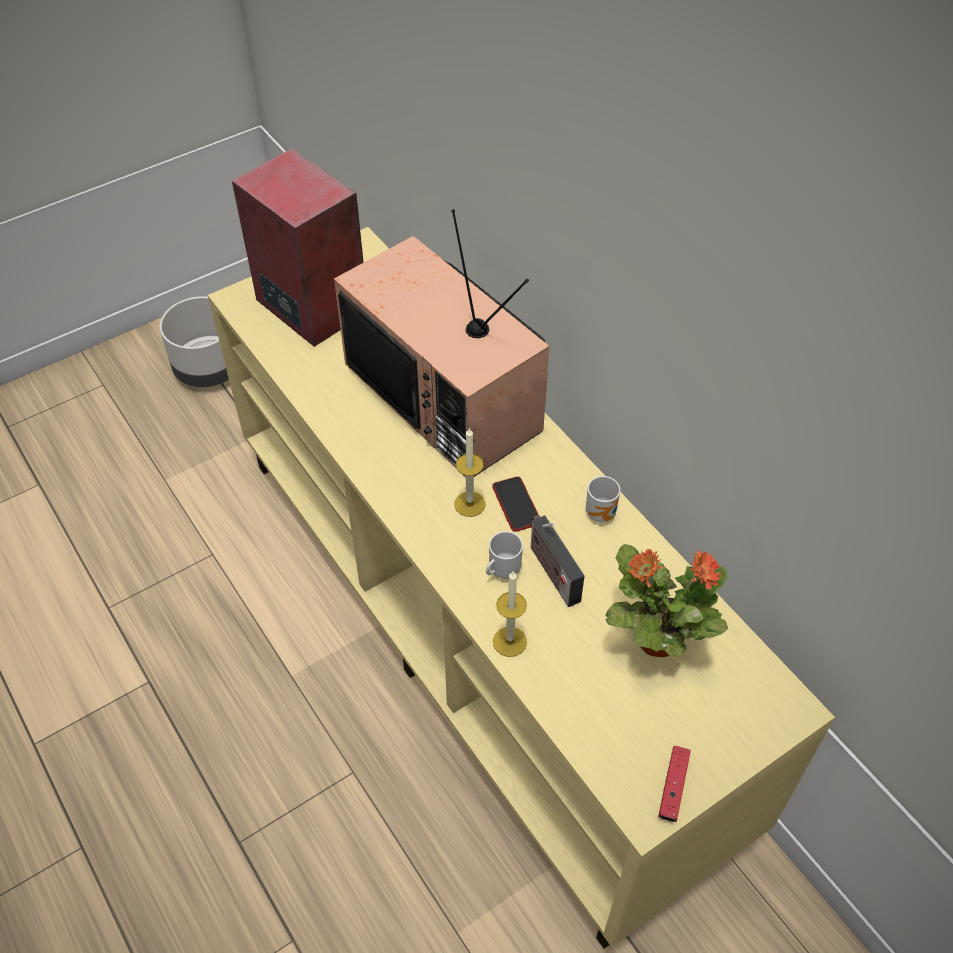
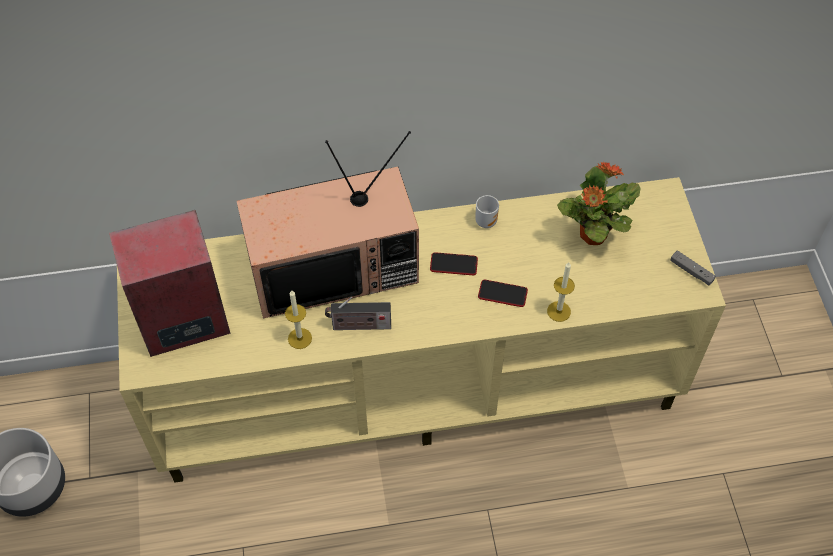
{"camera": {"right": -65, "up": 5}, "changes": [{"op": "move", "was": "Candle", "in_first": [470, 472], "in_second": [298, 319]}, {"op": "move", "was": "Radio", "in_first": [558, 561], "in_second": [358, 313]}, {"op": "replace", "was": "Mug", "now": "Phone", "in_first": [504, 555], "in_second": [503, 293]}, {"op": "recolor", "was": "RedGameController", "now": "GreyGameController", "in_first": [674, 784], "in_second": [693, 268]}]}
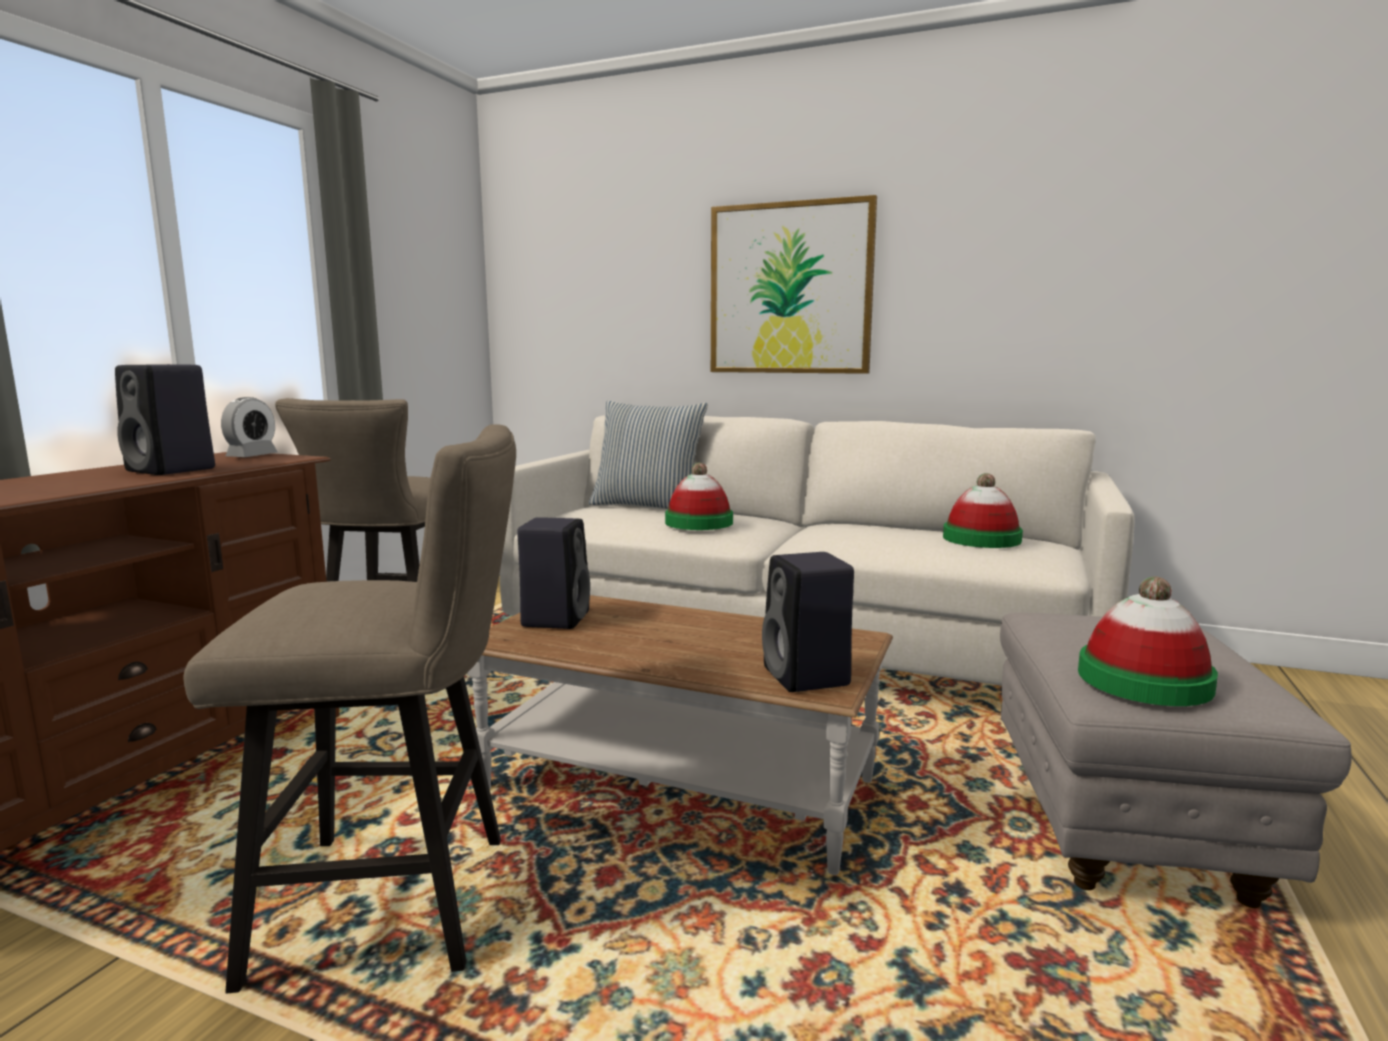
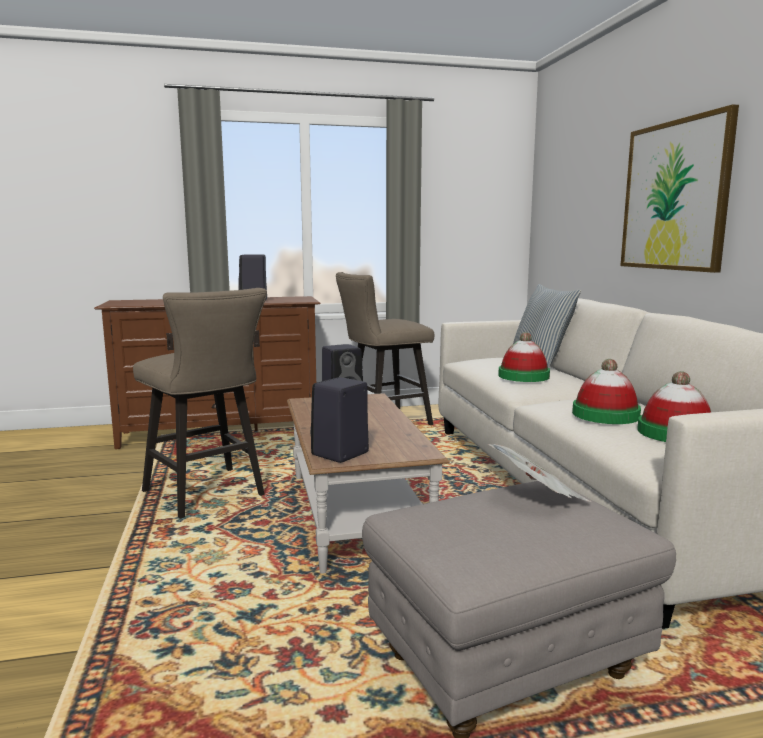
{"camera": {"right": 55, "up": 0}, "changes": [{"op": "delete", "was": "AlarmClock", "in_first": [249, 427]}, {"op": "insert", "now": "Newspaper", "in_second": [539, 473]}, {"op": "move", "was": "Hat", "in_first": [1148, 641], "in_second": [606, 391]}]}
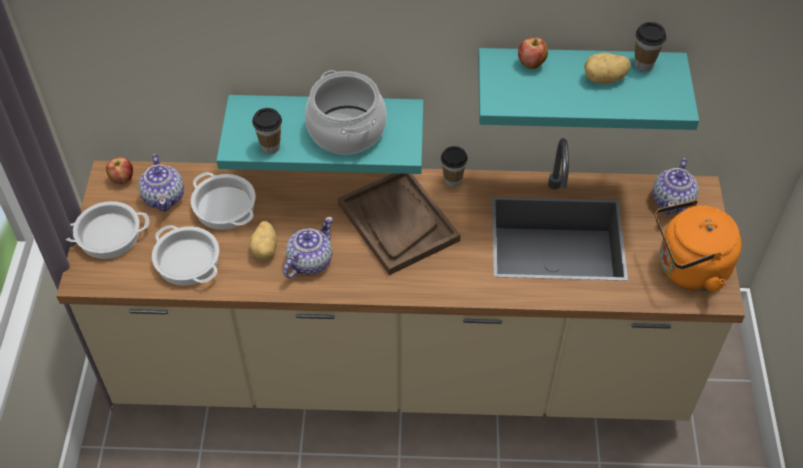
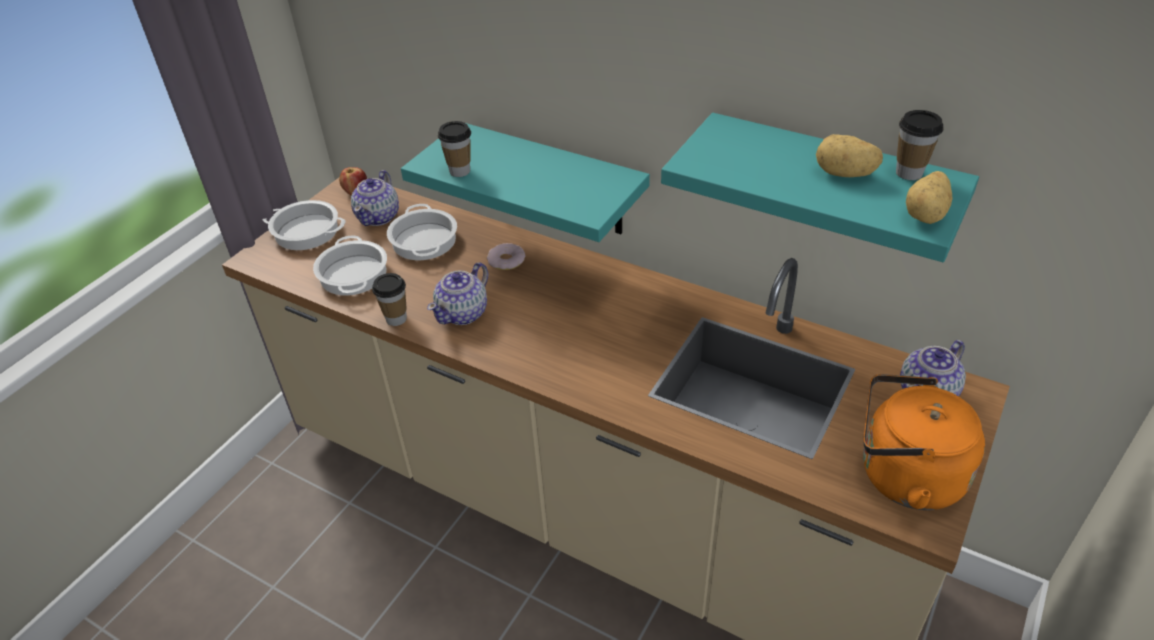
{"camera": {"right": 30, "up": -10}, "changes": [{"op": "delete", "was": "CookingPot", "in_first": [346, 112]}, {"op": "delete", "was": "BrownTray", "in_first": [399, 224]}, {"op": "delete", "was": "Apple", "in_first": [533, 53]}, {"op": "insert", "now": "Donut", "in_second": [506, 256]}, {"op": "move", "was": "Potato", "in_first": [263, 240], "in_second": [929, 197]}, {"op": "move", "was": "Cup", "in_first": [454, 166], "in_second": [389, 299]}, {"op": "rotate", "was": "Teapot", "in_first": [308, 247], "in_second": [457, 293], "clockwise": 150}]}
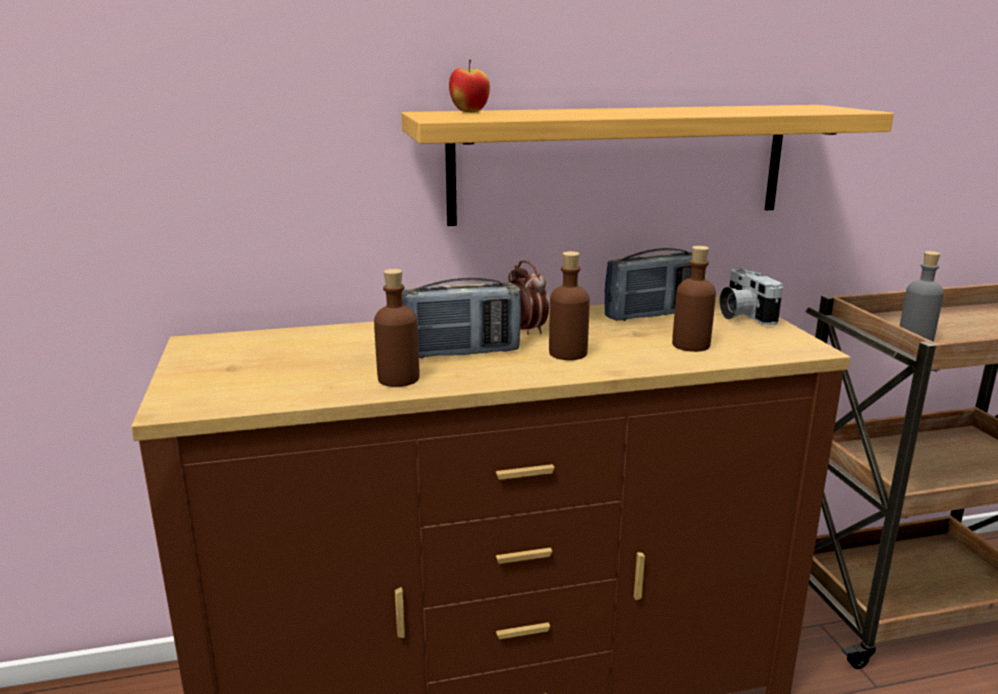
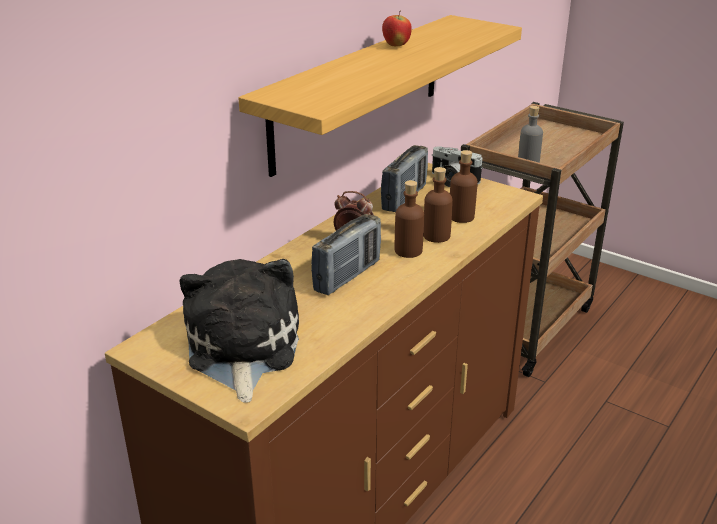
{"camera": {"right": -40, "up": 10}, "changes": [{"op": "insert", "now": "PlushToy", "in_second": [239, 331]}, {"op": "move", "was": "BrownBottle", "in_first": [396, 328], "in_second": [438, 205]}, {"op": "move", "was": "Apple", "in_first": [469, 85], "in_second": [397, 28]}]}
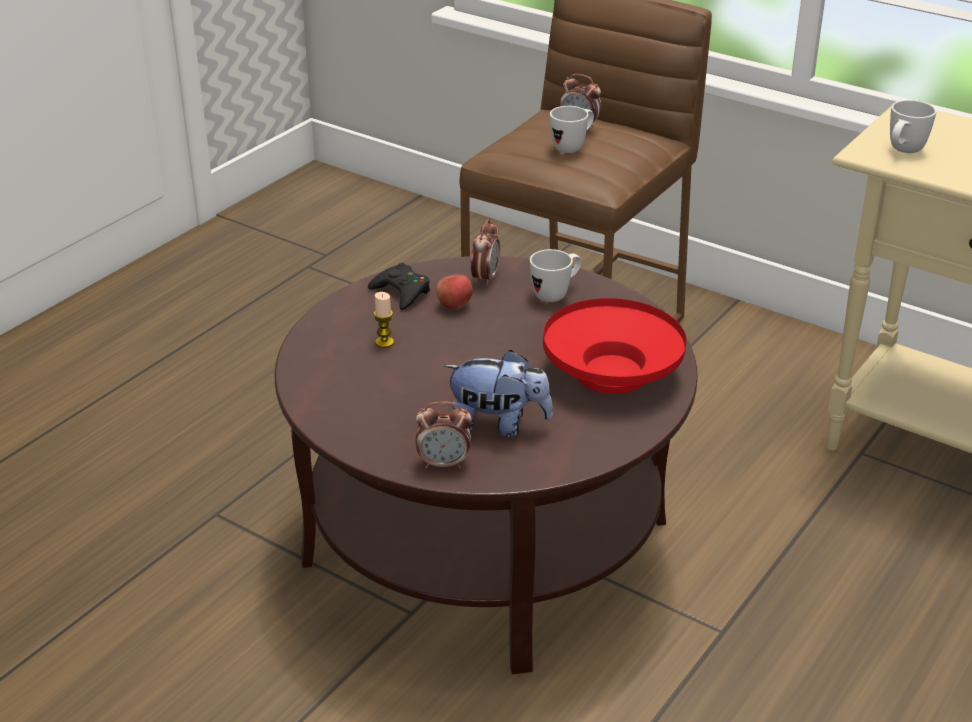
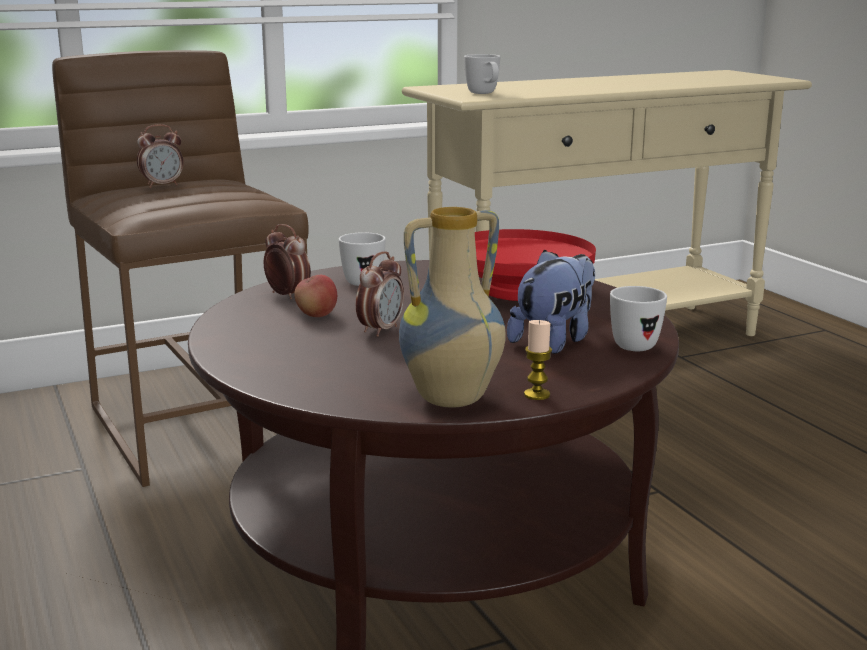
{"camera": {"right": -60, "up": -15}, "changes": [{"op": "delete", "was": "BlackGameController", "in_first": [399, 286]}, {"op": "insert", "now": "Vase", "in_second": [452, 307]}, {"op": "move", "was": "Candle", "in_first": [384, 320], "in_second": [538, 360]}, {"op": "move", "was": "AlarmClock", "in_first": [443, 435], "in_second": [380, 294]}, {"op": "move", "was": "WhiteMug", "in_first": [572, 129], "in_second": [638, 318]}]}
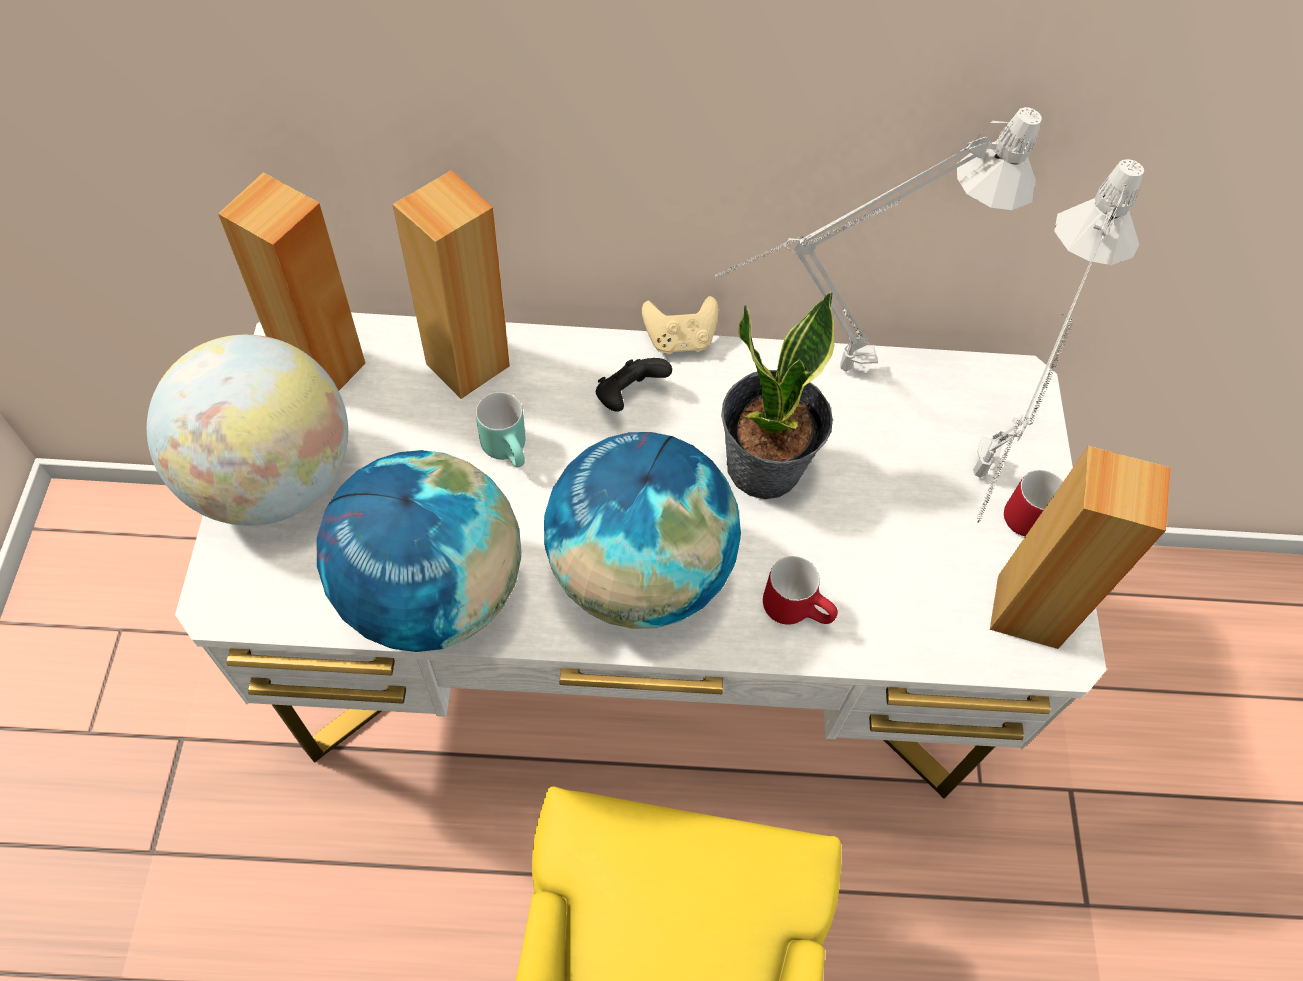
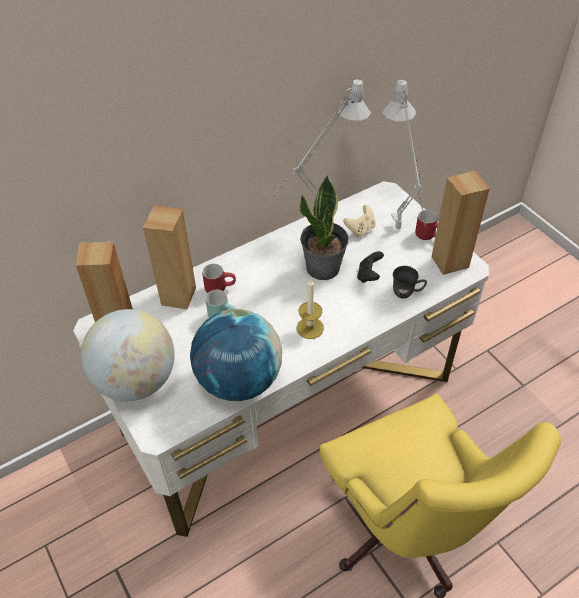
{"camera": {"right": -30, "up": -10}, "changes": [{"op": "insert", "now": "GreyMug", "in_second": [410, 282]}, {"op": "move", "was": "BlackGameController", "in_first": [634, 385], "in_second": [370, 267]}, {"op": "move", "was": "BeigeGameController", "in_first": [680, 325], "in_second": [359, 221]}, {"op": "move", "was": "RedMug", "in_first": [800, 590], "in_second": [219, 278]}, {"op": "replace", "was": "Globe", "now": "Candle", "in_first": [642, 530], "in_second": [310, 309]}]}
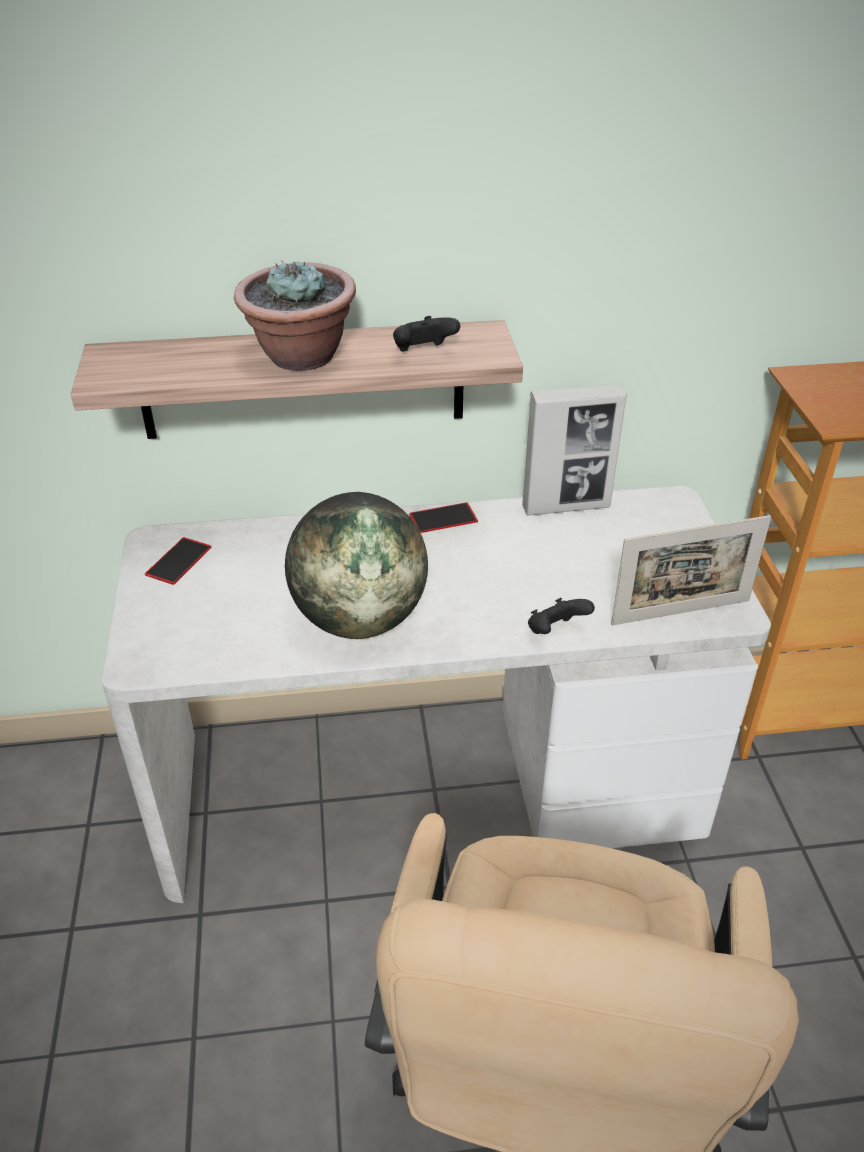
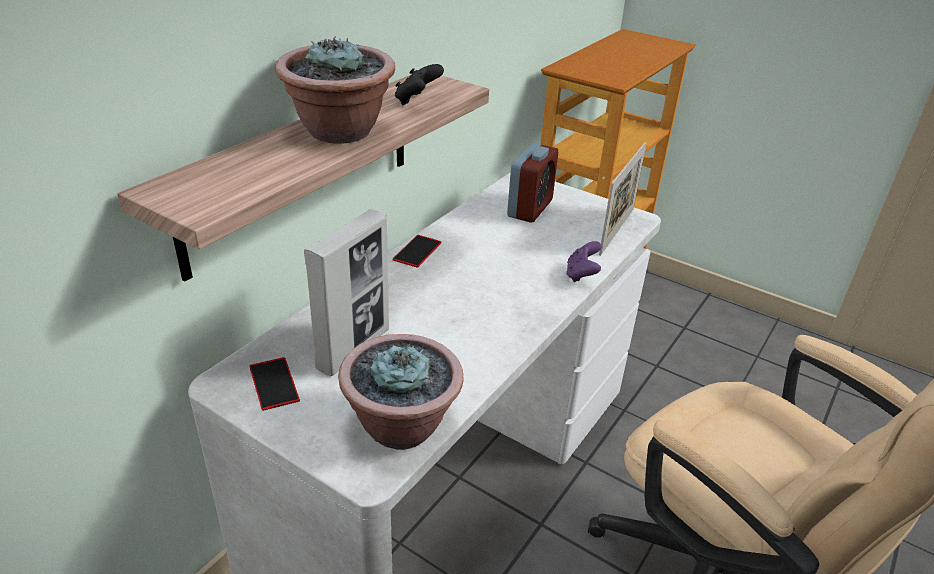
{"camera": {"right": -50, "up": -5}, "changes": [{"op": "delete", "was": "Globe", "in_first": [356, 565]}, {"op": "insert", "now": "PottedPlant", "in_second": [401, 392]}, {"op": "insert", "now": "AlarmClock", "in_second": [532, 183]}, {"op": "move", "was": "PictureFrame", "in_first": [574, 450], "in_second": [346, 292]}, {"op": "recolor", "was": "BlackGameController", "now": "PurpleGameController", "in_first": [561, 616], "in_second": [584, 261]}]}
